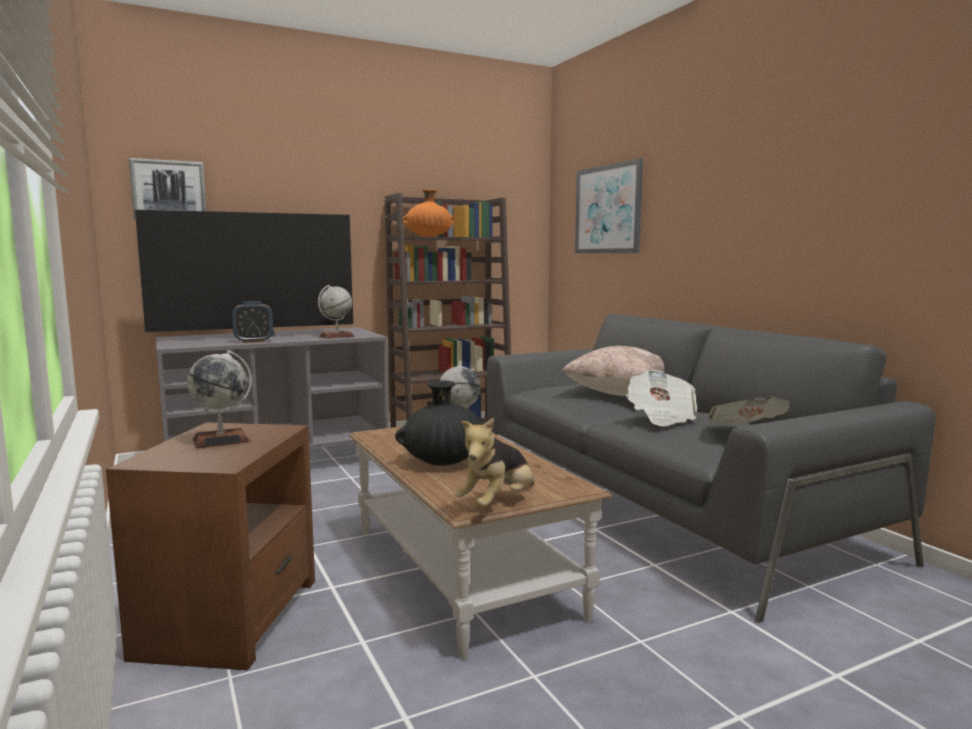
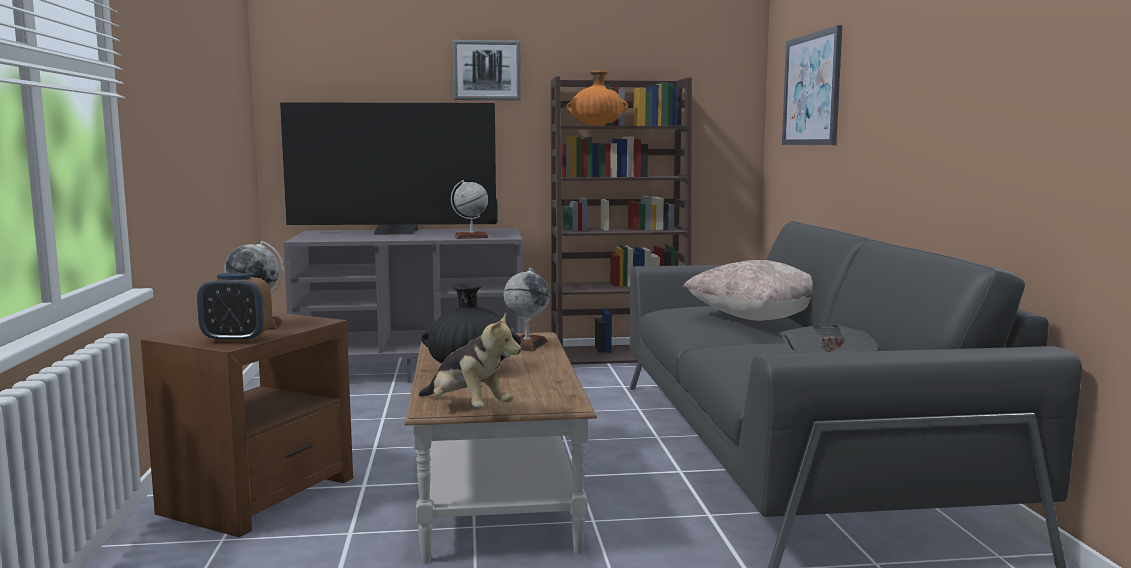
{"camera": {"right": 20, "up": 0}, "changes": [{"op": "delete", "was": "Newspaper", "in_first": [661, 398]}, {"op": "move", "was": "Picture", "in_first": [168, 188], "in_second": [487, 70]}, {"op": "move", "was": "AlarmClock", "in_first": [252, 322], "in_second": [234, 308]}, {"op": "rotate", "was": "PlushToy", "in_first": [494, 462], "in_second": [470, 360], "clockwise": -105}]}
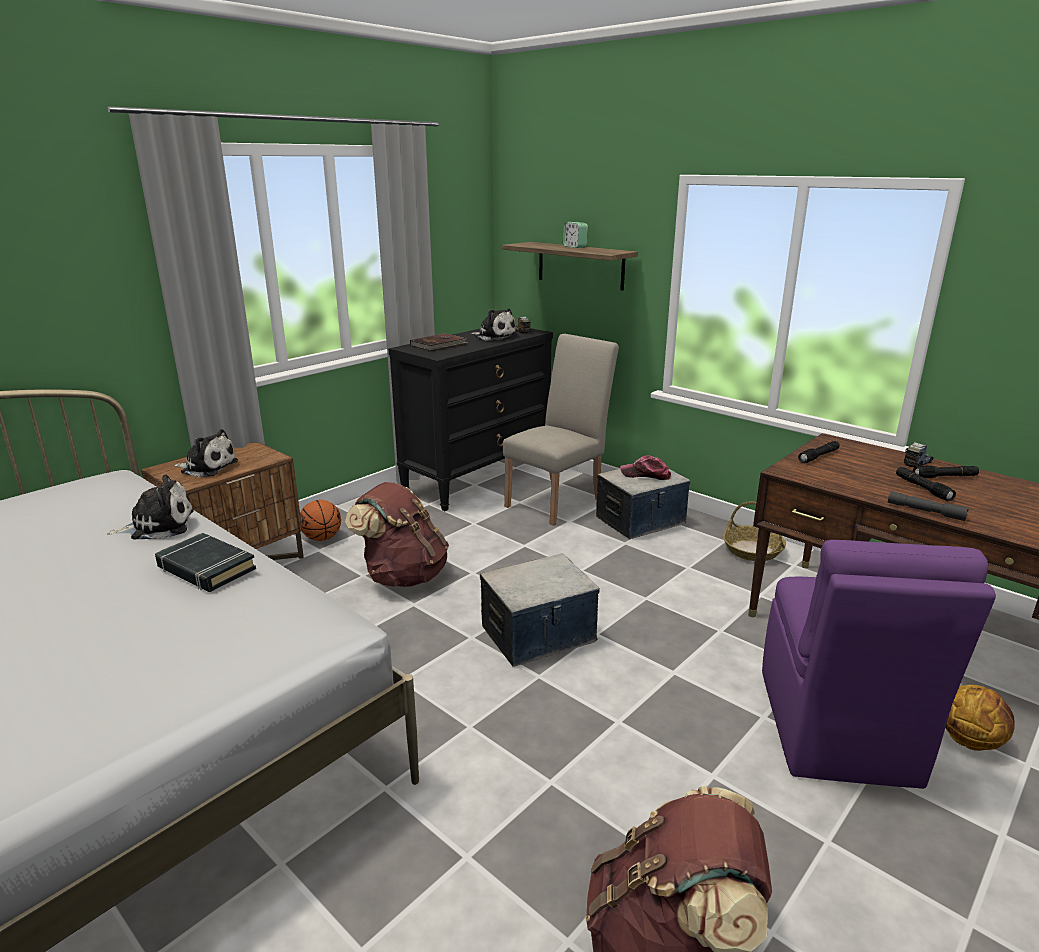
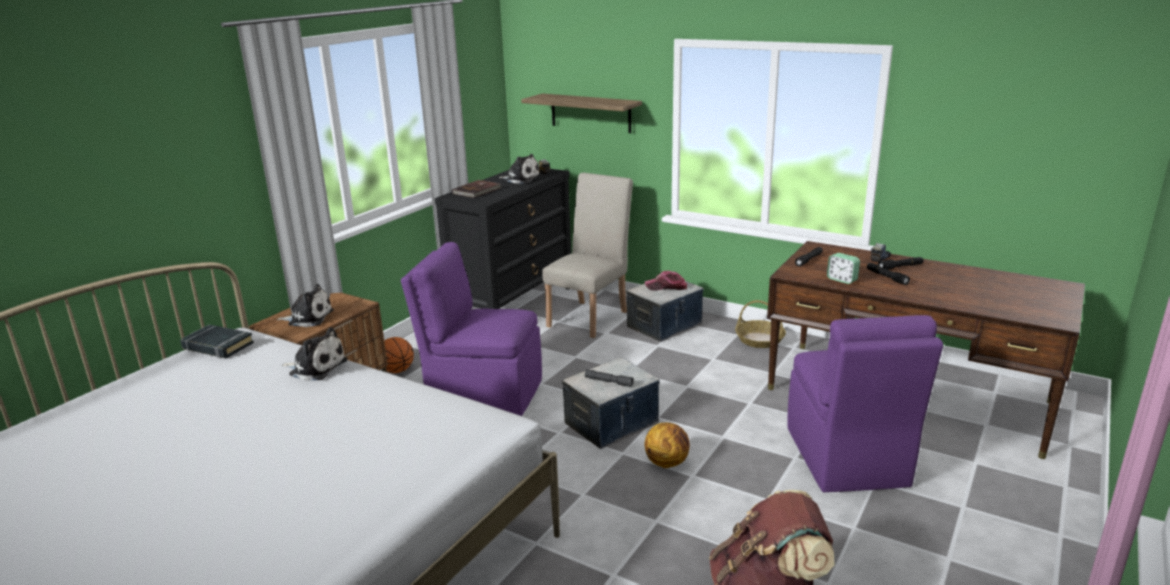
{"camera": {"right": -10, "up": 0}, "changes": [{"op": "move", "was": "BlackBook", "in_first": [205, 562], "in_second": [217, 341]}, {"op": "move", "was": "AlarmClock", "in_first": [575, 235], "in_second": [843, 268]}, {"op": "move", "was": "GreyFlashlight", "in_first": [928, 506], "in_second": [609, 378]}, {"op": "move", "was": "Basketball", "in_first": [980, 718], "in_second": [667, 445]}, {"op": "replace", "was": "BrownBackpack", "now": "PurpleChair", "in_first": [397, 534], "in_second": [471, 329]}, {"op": "rotate", "was": "PlushToy", "in_first": [150, 507], "in_second": [314, 354], "clockwise": 45}]}
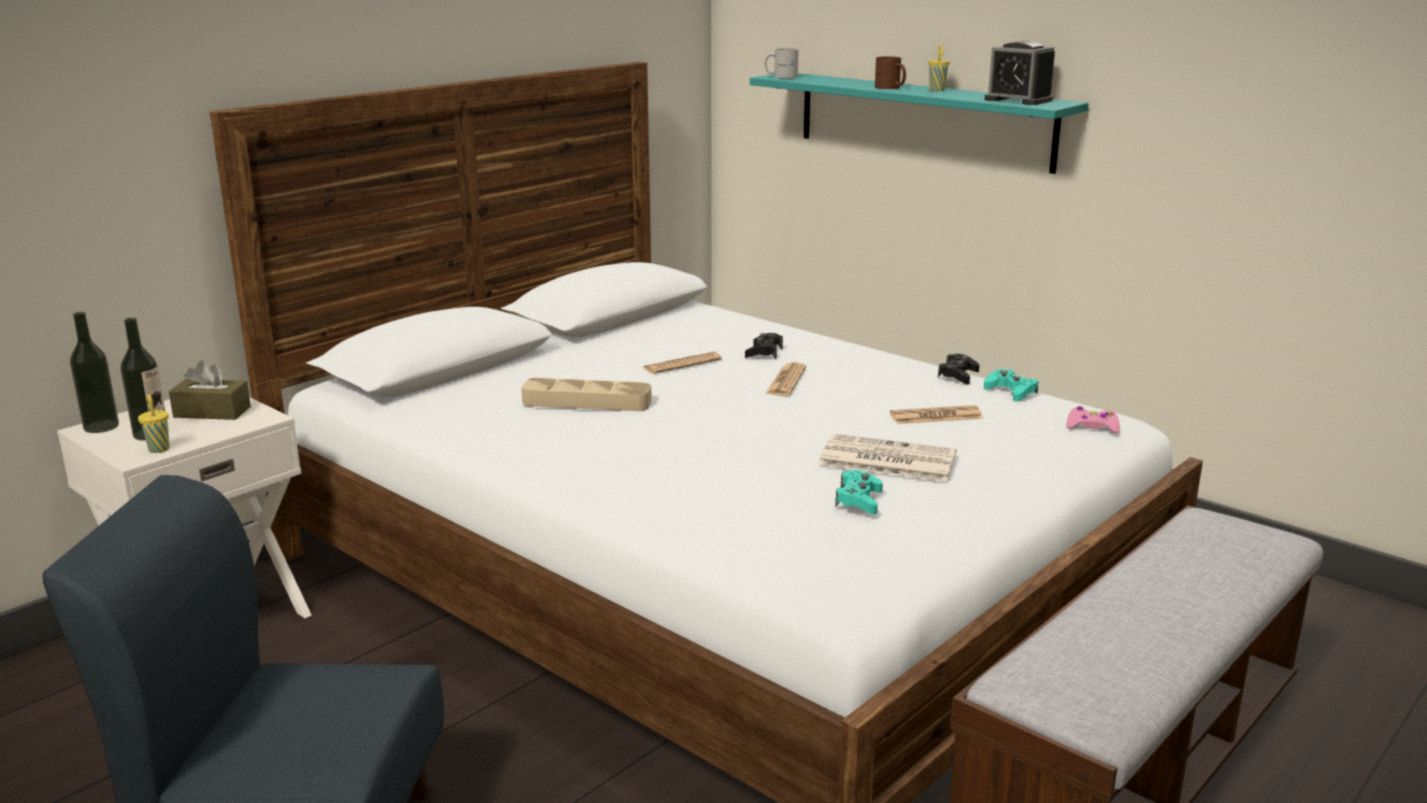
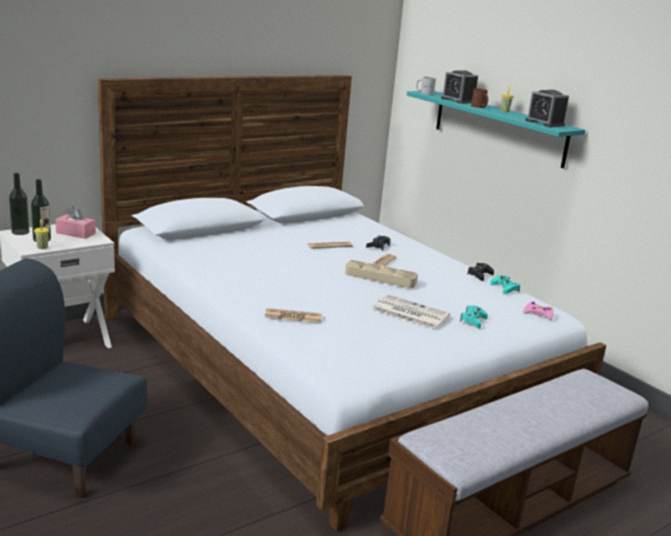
{"camera": {"right": 10, "up": 0}, "changes": [{"op": "insert", "now": "AlarmClock", "in_second": [459, 87]}, {"op": "move", "was": "BeigeTray", "in_first": [586, 394], "in_second": [381, 274]}, {"op": "move", "was": "TurquoiseGameController", "in_first": [859, 492], "in_second": [474, 316]}, {"op": "move", "was": "Newspaper", "in_first": [936, 414], "in_second": [293, 315]}, {"op": "recolor", "was": "BrownTissueBox", "now": "PinkTissueBox", "in_first": [210, 390], "in_second": [76, 222]}]}
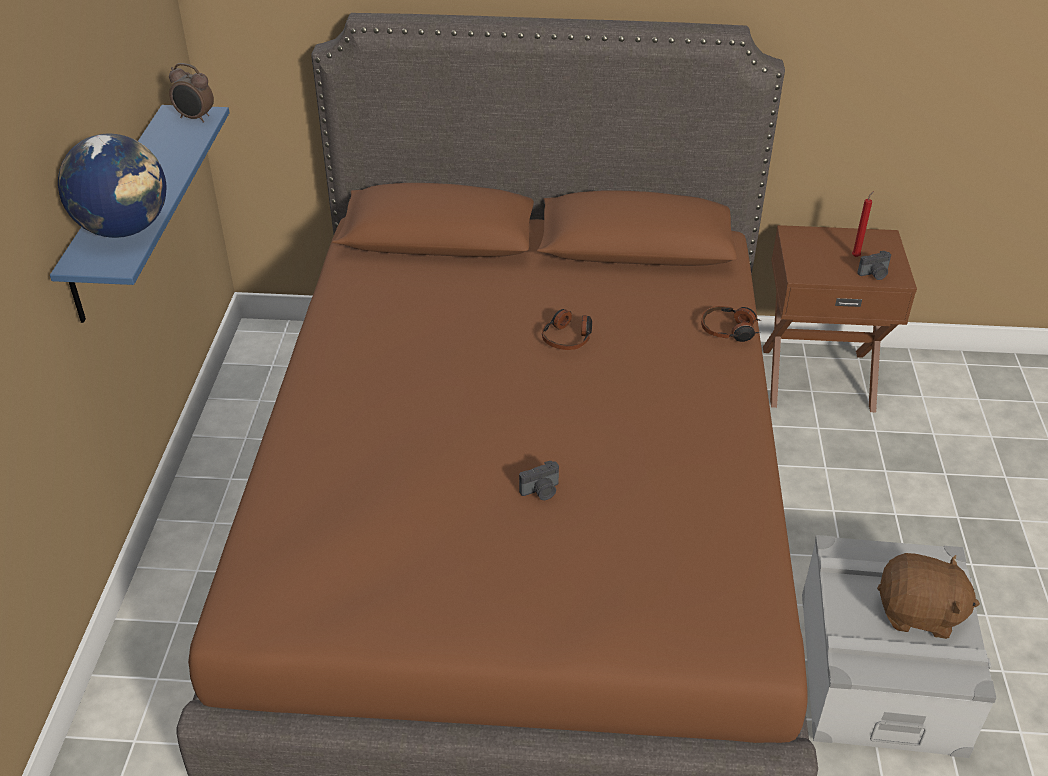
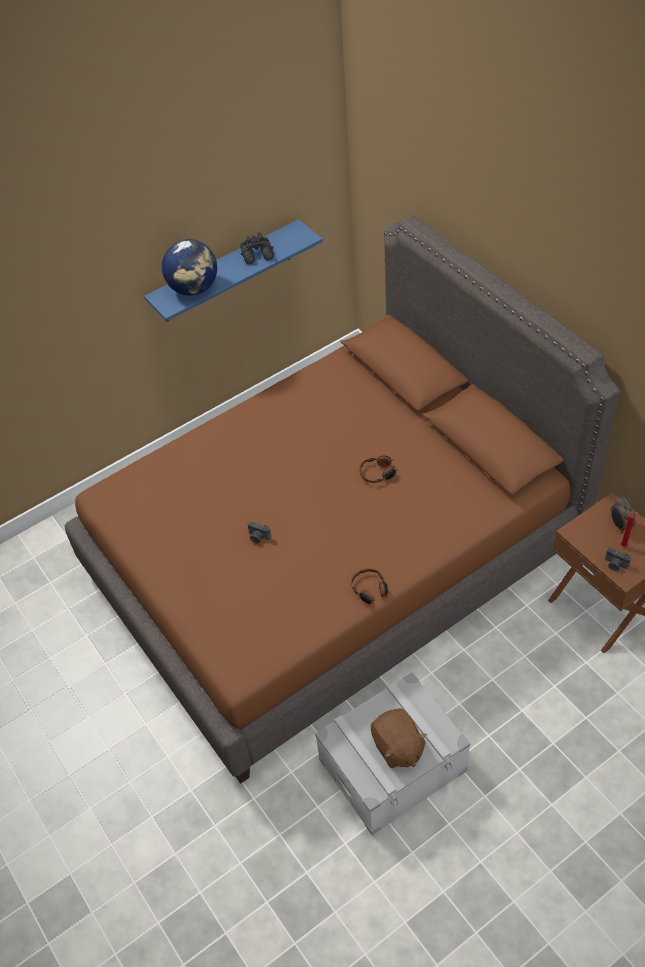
{"camera": {"right": 55, "up": 10}, "changes": [{"op": "insert", "now": "BlackBinoculars", "in_second": [257, 248]}, {"op": "move", "was": "AlarmClock", "in_first": [191, 93], "in_second": [623, 514]}, {"op": "move", "was": "Headphones", "in_first": [731, 324], "in_second": [369, 586]}]}
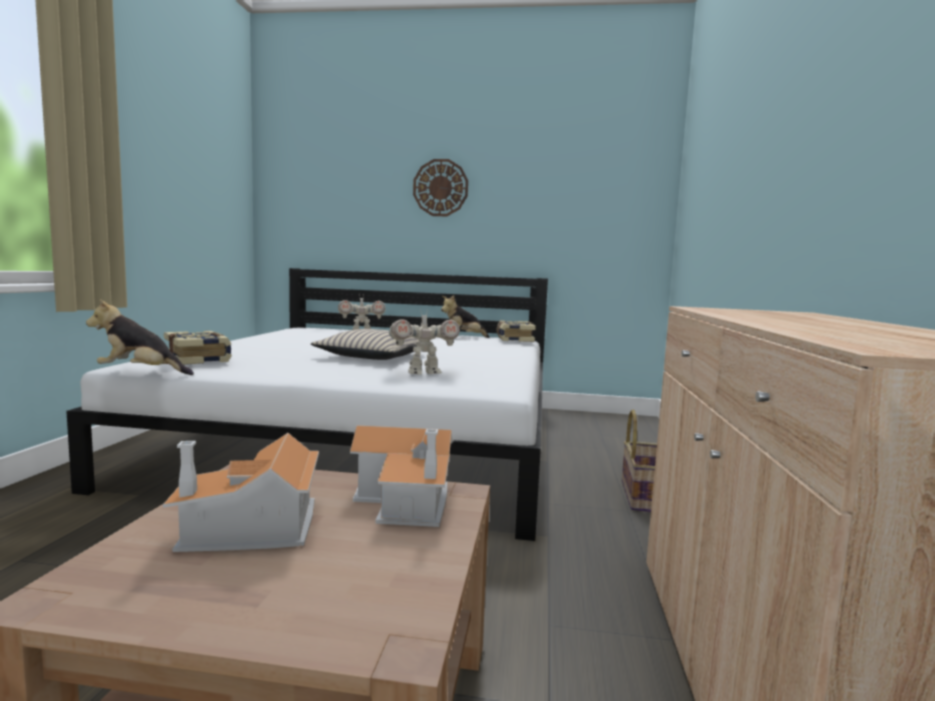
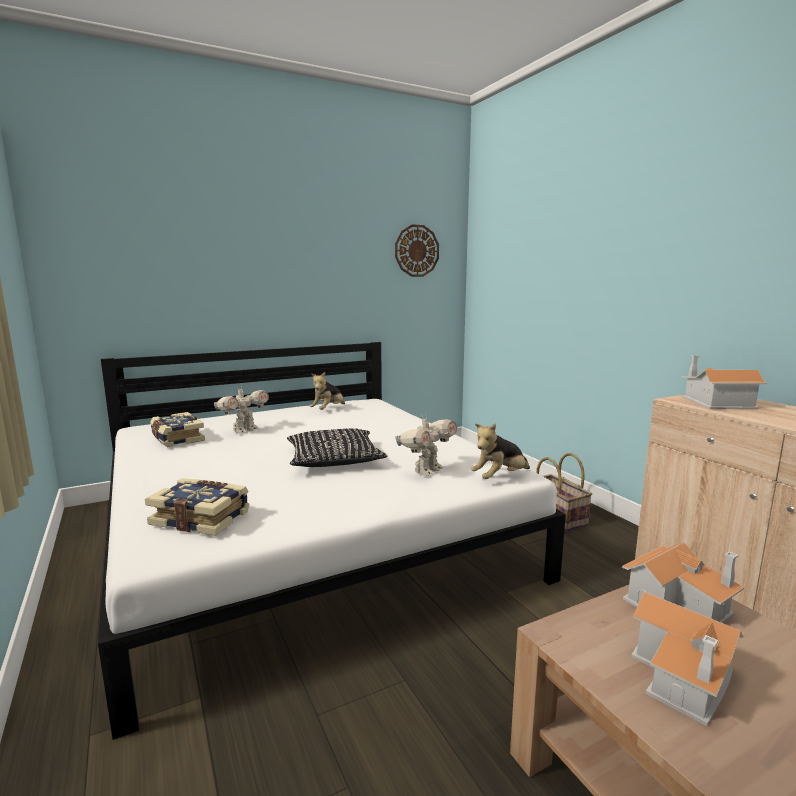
{"camera": {"right": -35, "up": 5}, "changes": [{"op": "insert", "now": "ToyHouse", "in_second": [724, 382]}, {"op": "move", "was": "PlushToy", "in_first": [140, 337], "in_second": [500, 451]}, {"op": "move", "was": "WallClock", "in_first": [440, 187], "in_second": [417, 250]}, {"op": "move", "was": "Book", "in_first": [516, 331], "in_second": [177, 429]}, {"op": "recolor", "was": "BeigePillow", "now": "BlackPillow", "in_first": [372, 344], "in_second": [337, 447]}]}
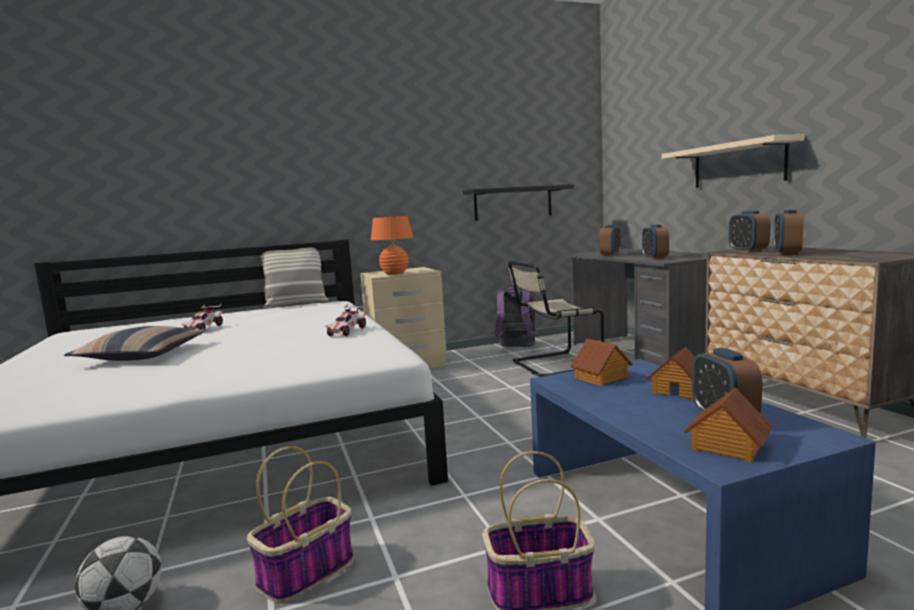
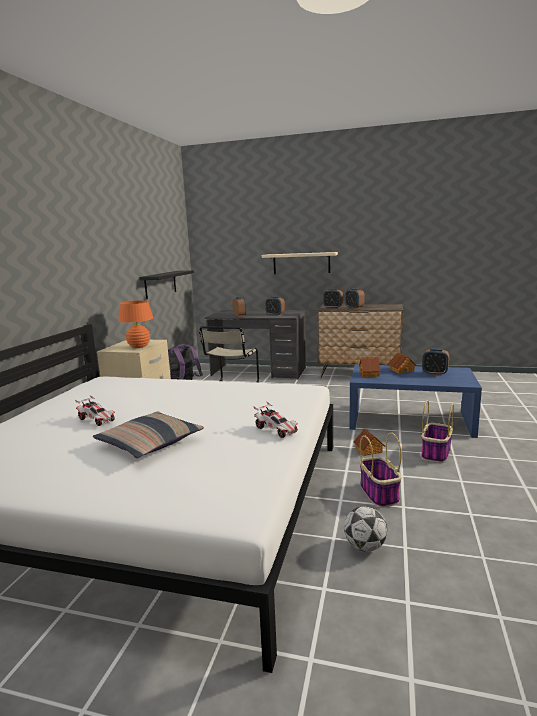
{"camera": {"right": -55, "up": 5}, "changes": [{"op": "delete", "was": "Pillow", "in_first": [294, 278]}, {"op": "move", "was": "ToyCar", "in_first": [346, 320], "in_second": [275, 420]}, {"op": "move", "was": "ToyHouse", "in_first": [728, 424], "in_second": [369, 442]}]}
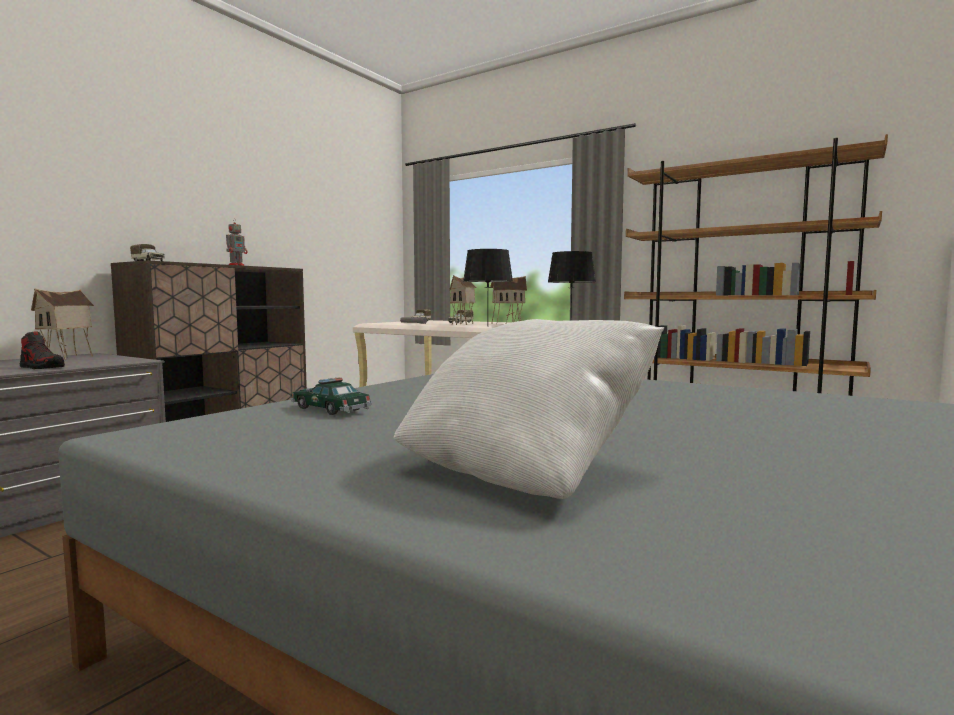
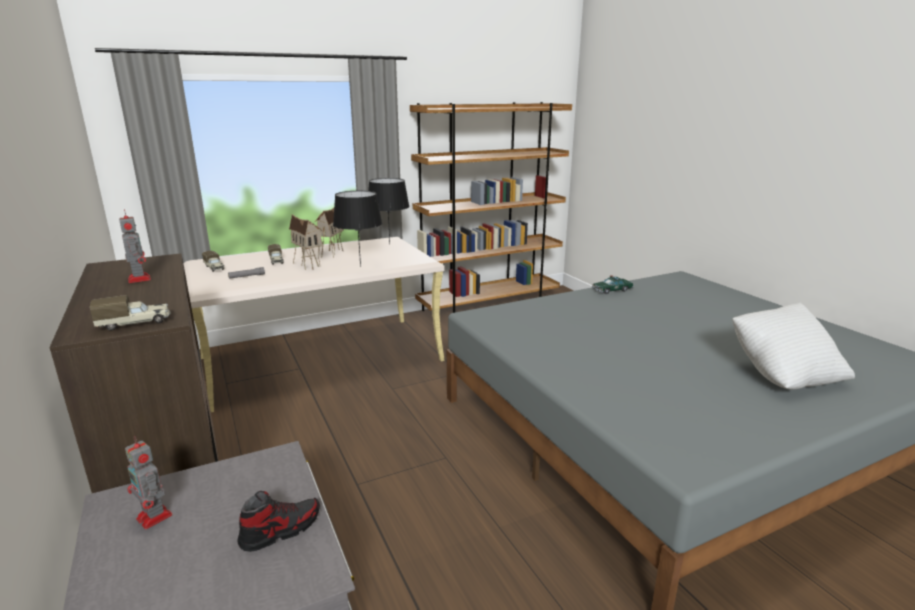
{"camera": {"right": -60, "up": 15}, "changes": [{"op": "move", "was": "ToyCar", "in_first": [331, 396], "in_second": [613, 284]}, {"op": "replace", "was": "ToyHouse", "now": "ToyRobot", "in_first": [62, 324], "in_second": [148, 483]}]}
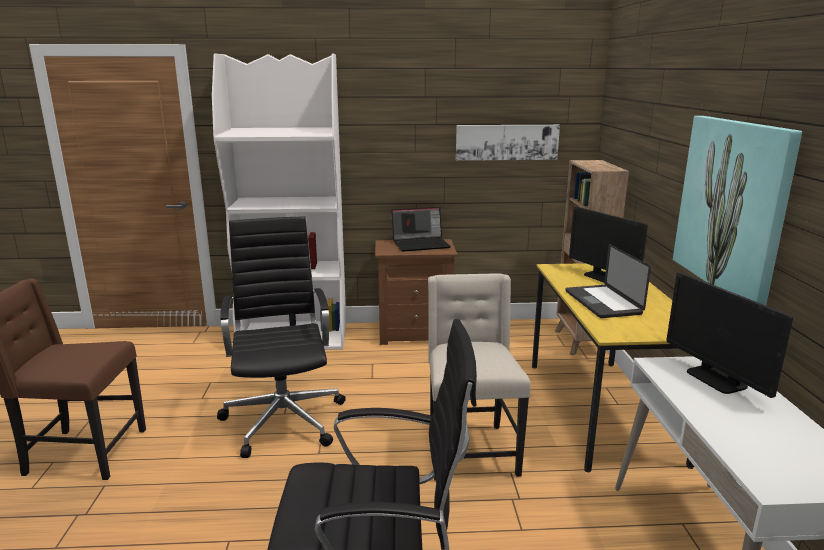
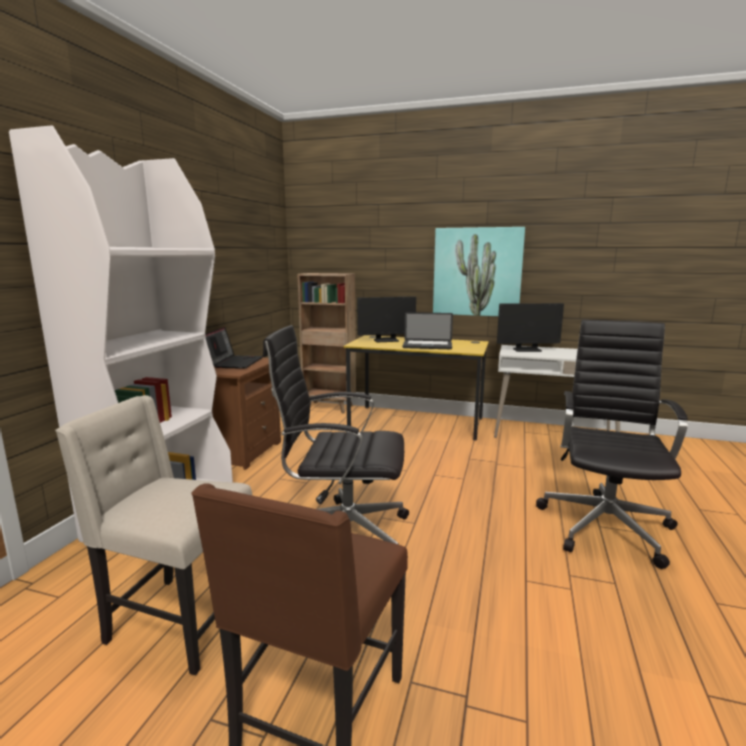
{"camera": {"right": -70, "up": -5}, "changes": [{"op": "delete", "was": "Picture", "in_first": [508, 143]}, {"op": "move", "was": "BeigeChair", "in_first": [479, 376], "in_second": [153, 535]}]}
